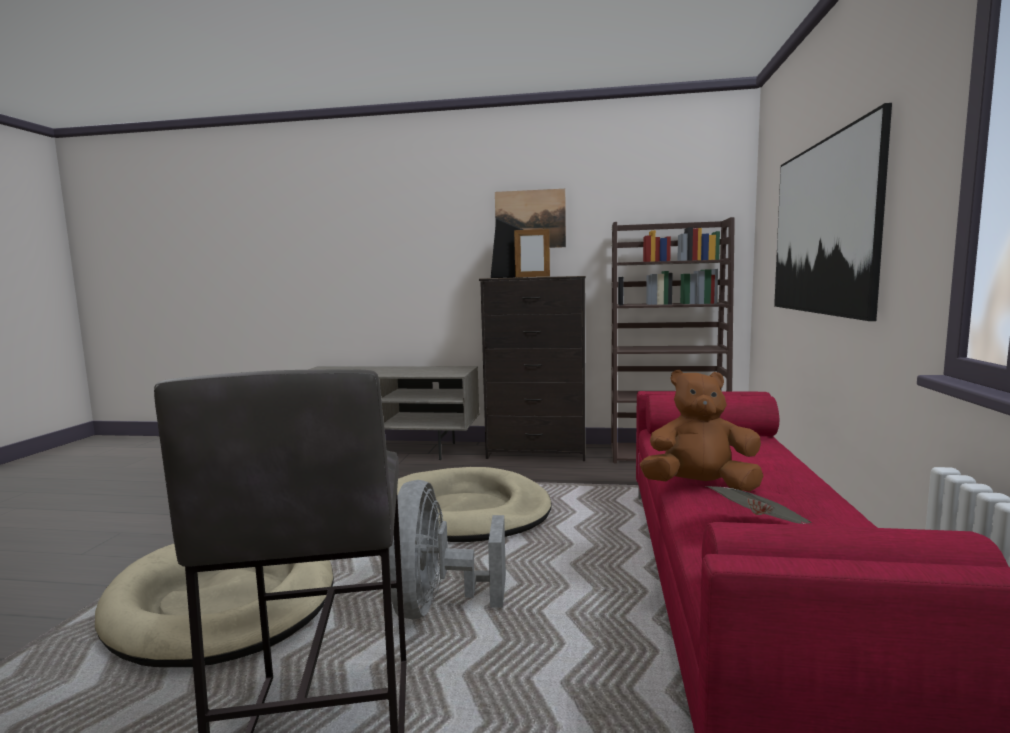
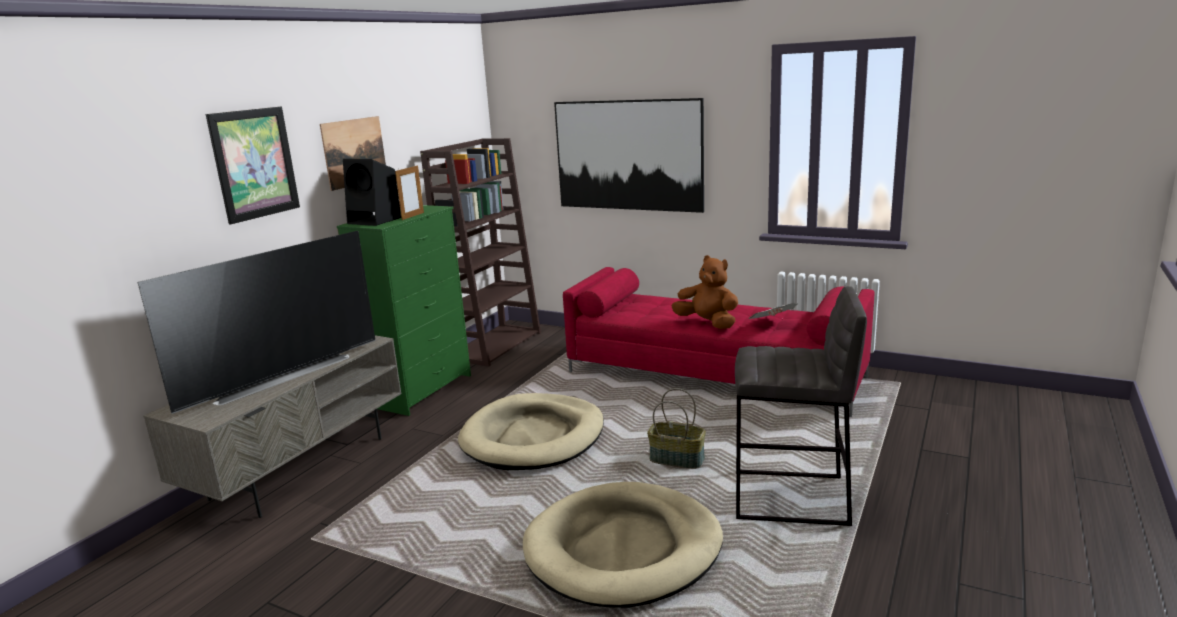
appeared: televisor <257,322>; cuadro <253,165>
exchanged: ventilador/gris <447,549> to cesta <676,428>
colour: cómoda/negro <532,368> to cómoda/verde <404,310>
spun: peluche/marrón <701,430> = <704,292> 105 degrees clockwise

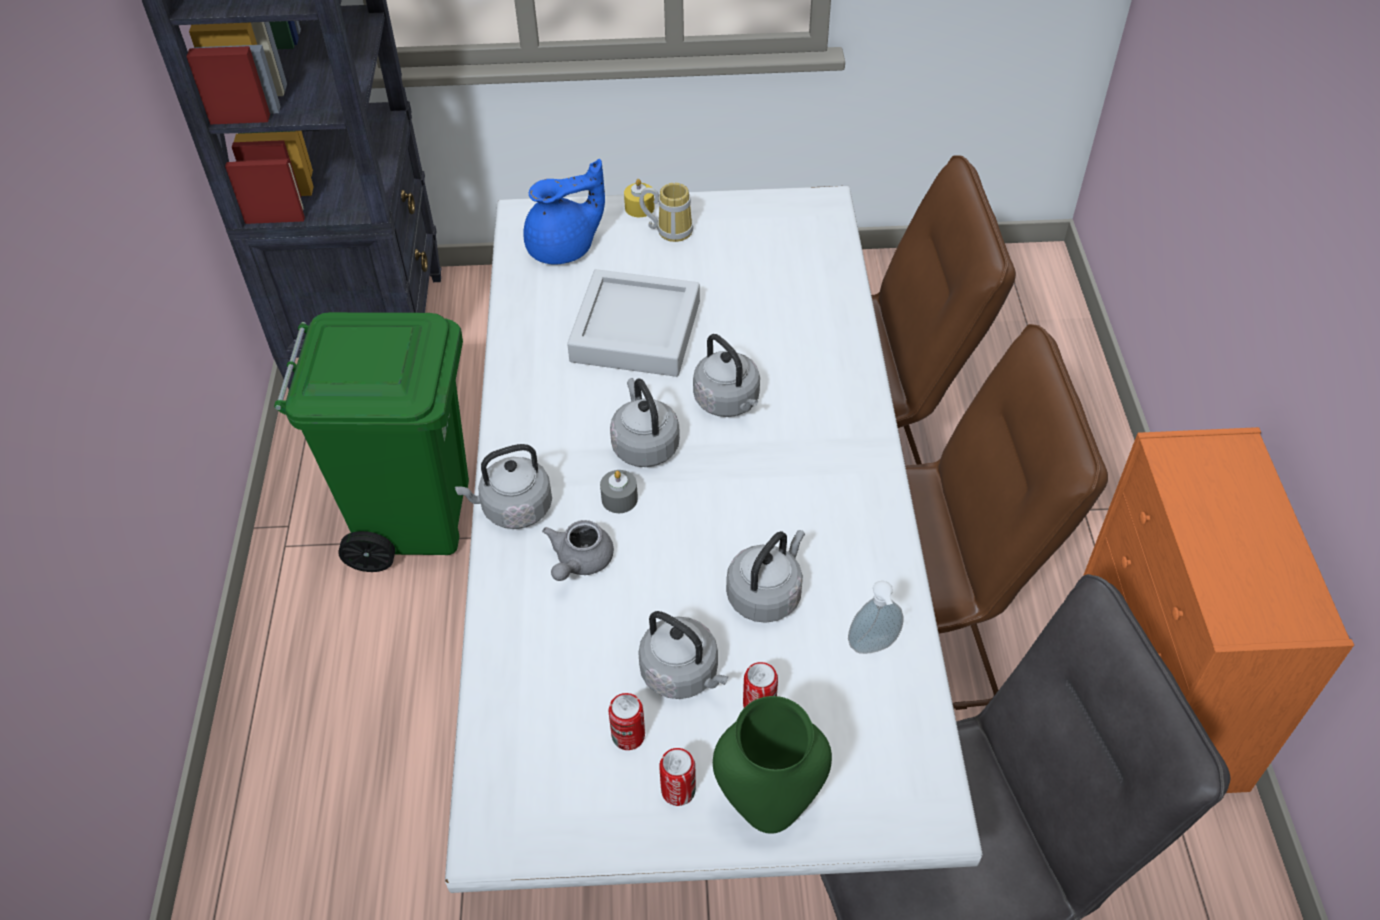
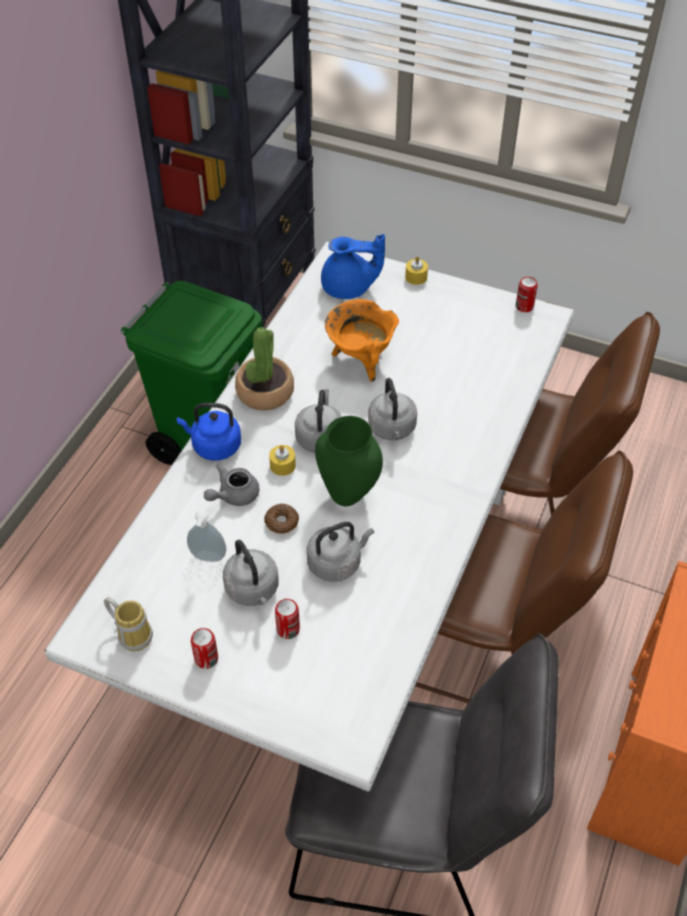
appeared: planta en maceta <264,369>; rosquilla <281,519>
relocated: lata <626,721> to <527,294>; taza grande <666,212> to <128,624>; florero/verde <772,765> to <349,461>; dispensador de jabón <875,617> to <206,536>
exchanged: bandeja/gris <633,323> to olla/naranja <362,340>
colour: hervidor/gris <503,486> to hervidor/azul <209,432>; vela/gris <619,491> to vela/amarillo <282,460>

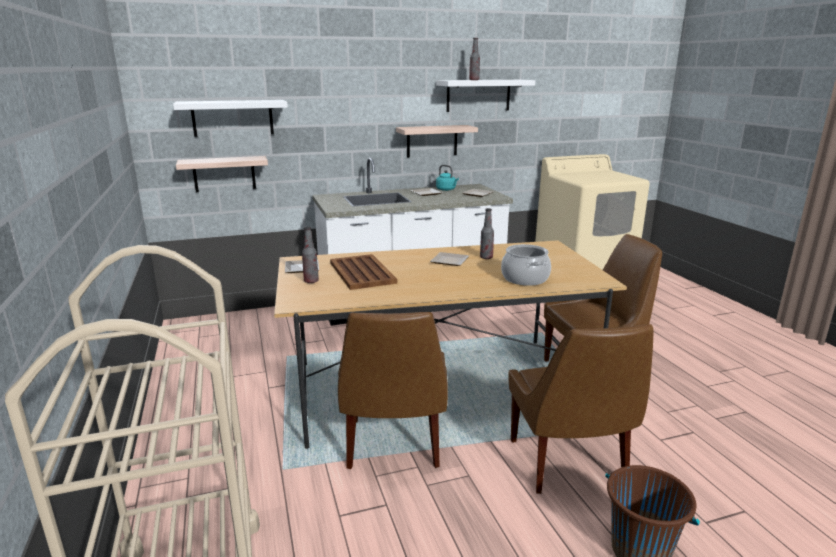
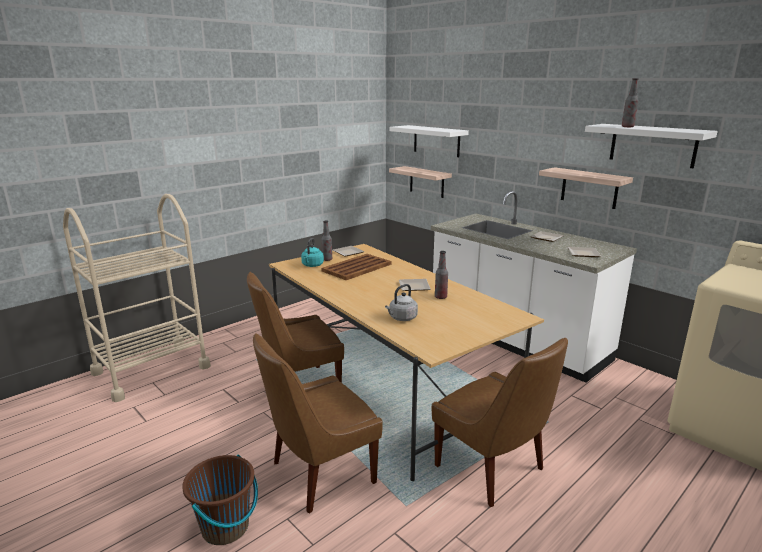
relocated: hervidor/turquesa <447,178> to <312,252>
exchanged: olla <526,265> to hervidor/gris <401,302>

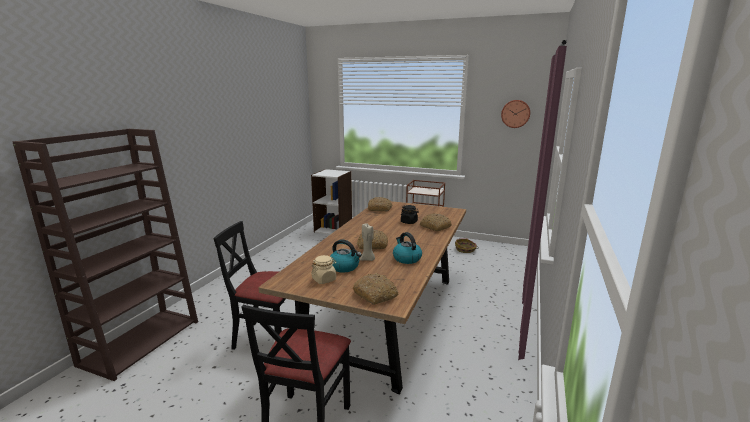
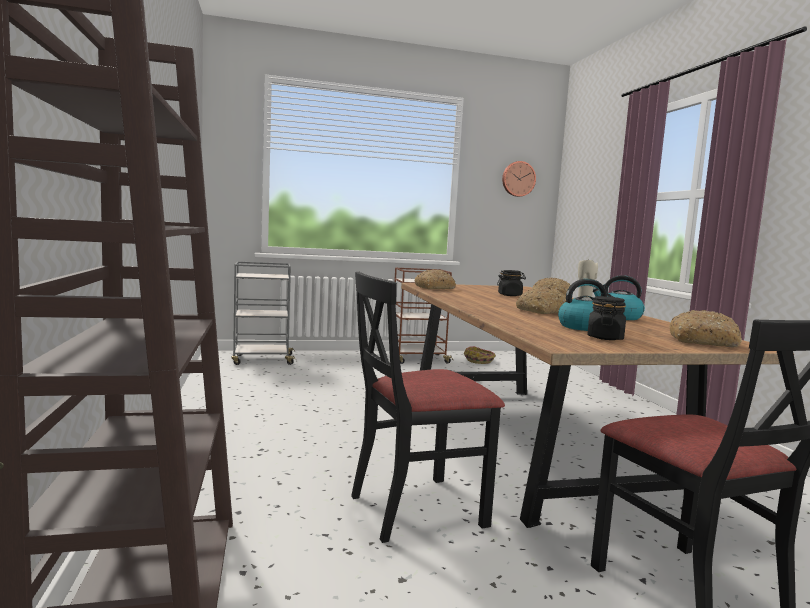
exchanged: estantería/blanco <331,202> to carrito/gris <263,313>
colour: tarro/beis <323,269> to tarro/negro <606,318>

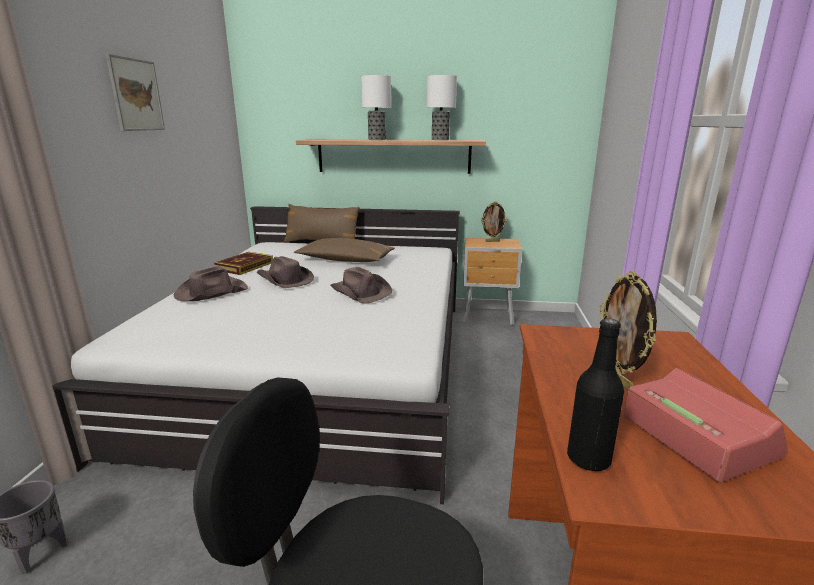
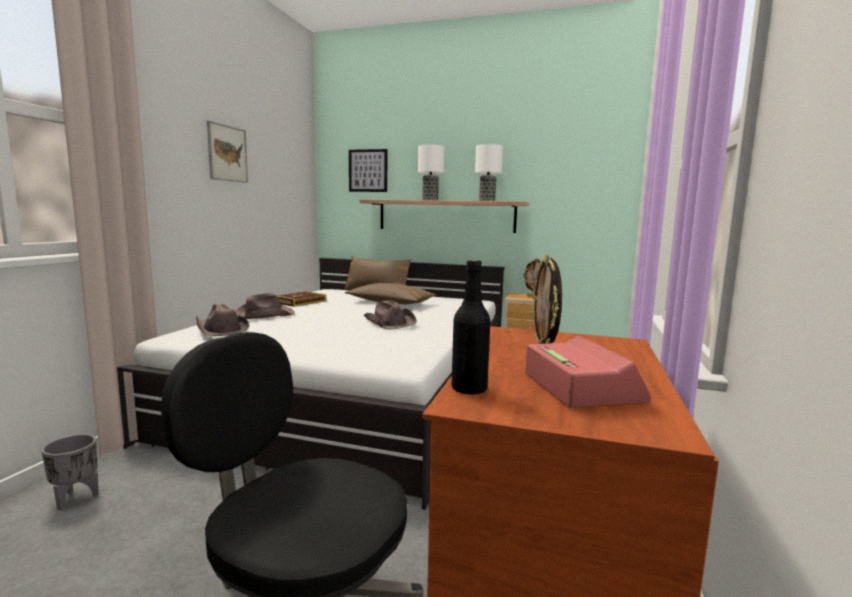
appeared: cuadro <368,170>
relocated: sombrero/marrón <285,272> to <223,320>

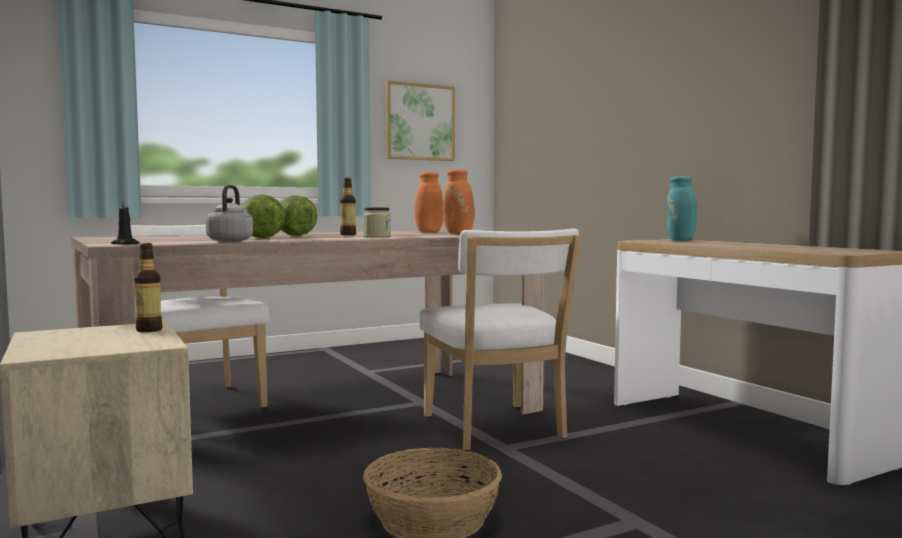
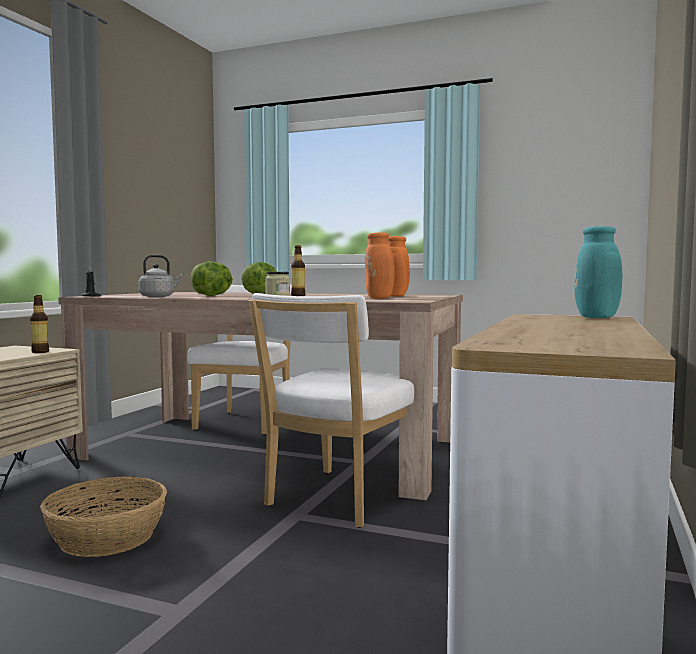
missing: cuadro <420,120>

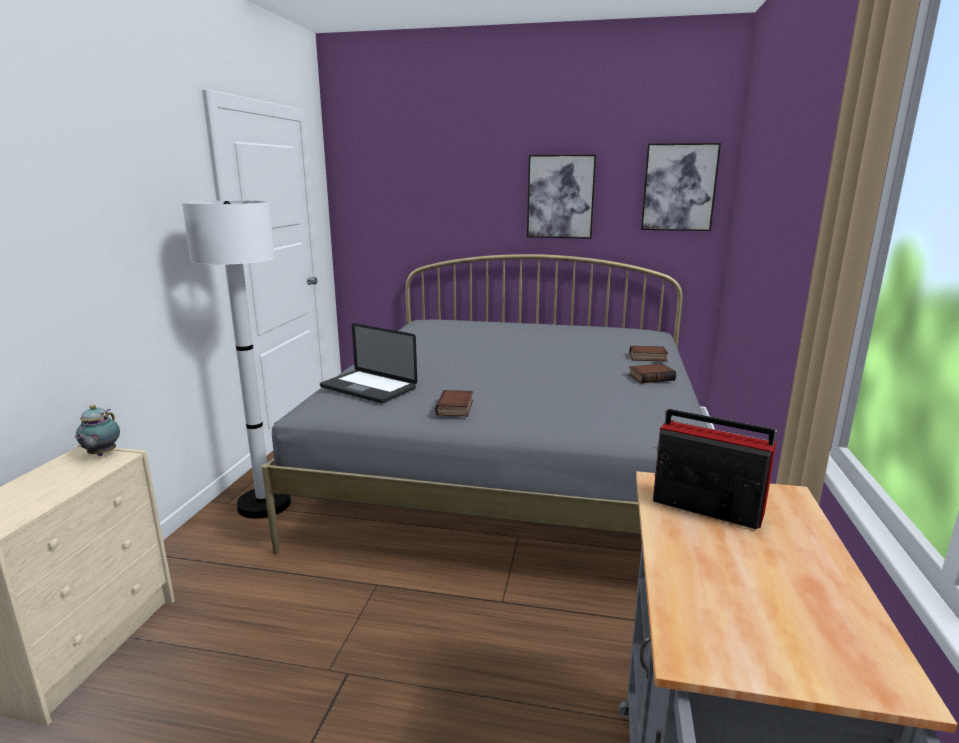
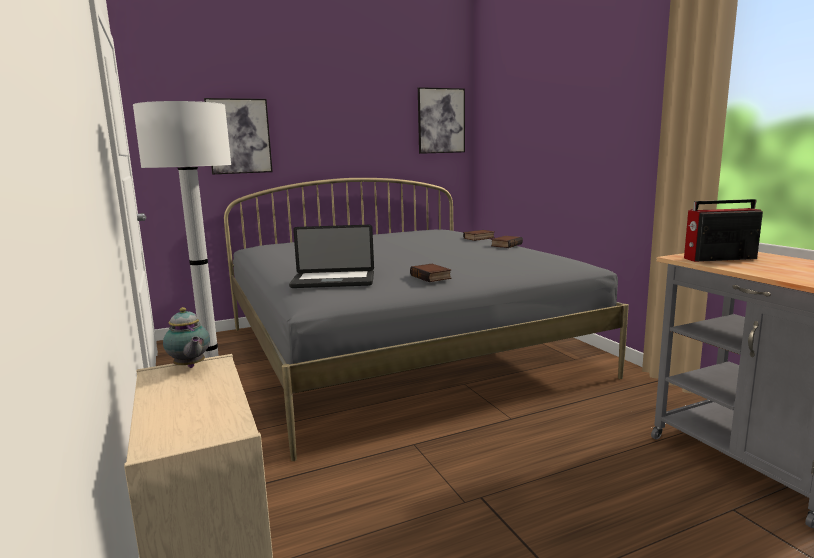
relocated: cuadro <561,196> to <238,136>

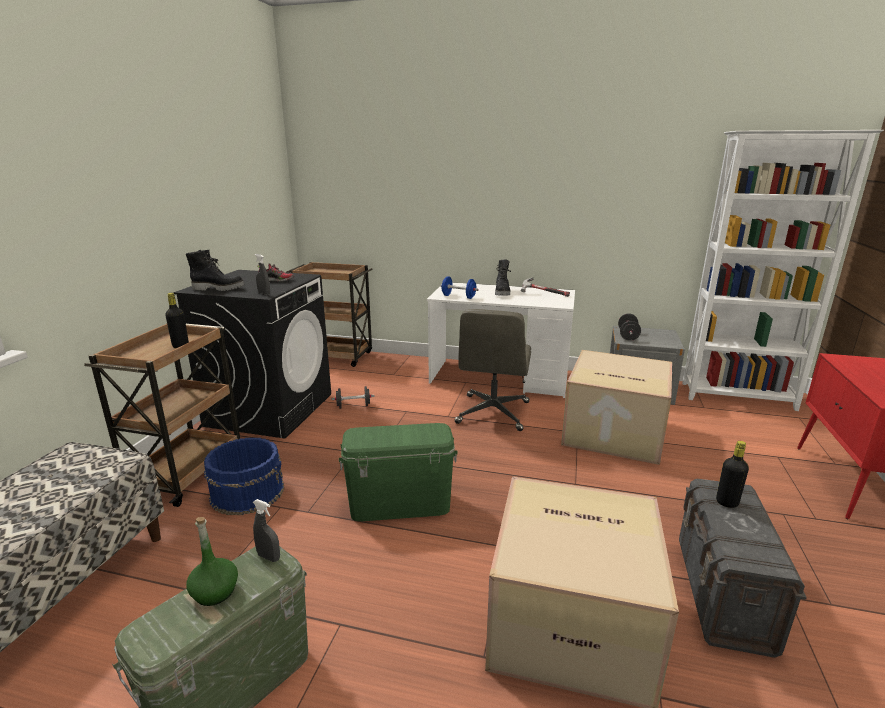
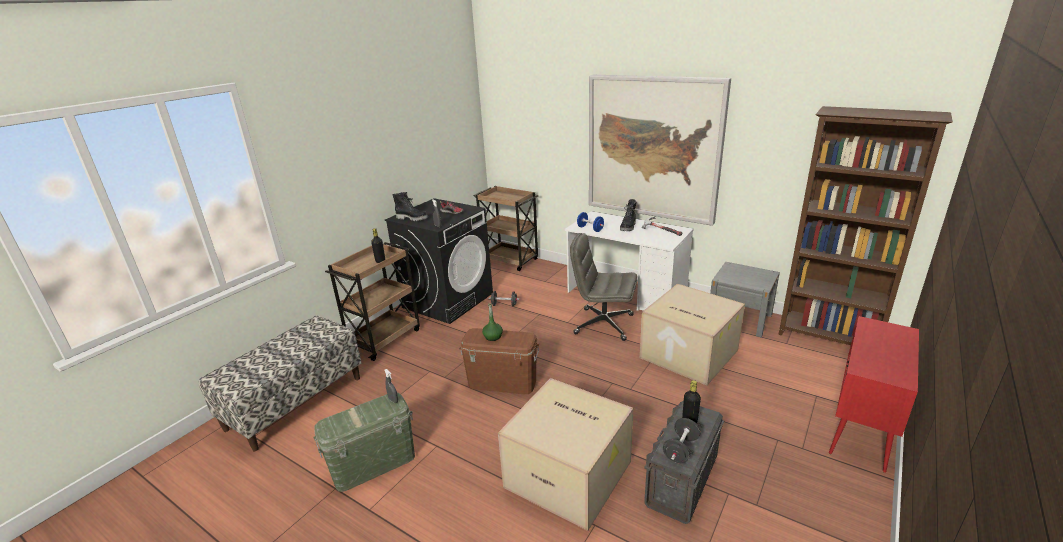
missing: cubo/azul <244,476>
appeared: cuadro <660,150>
relocated: botella/verde <212,561> to <492,322>; mancuerna/negro <629,327> to <682,440>
colour: caja de almacenaje/verde <398,472> to caja de almacenaje/marrón <499,361>; estantería/blanco <783,270> to estantería/marrón <866,225>
spun: silla de oficina/gris <492,370> = <603,287> 75 degrees clockwise

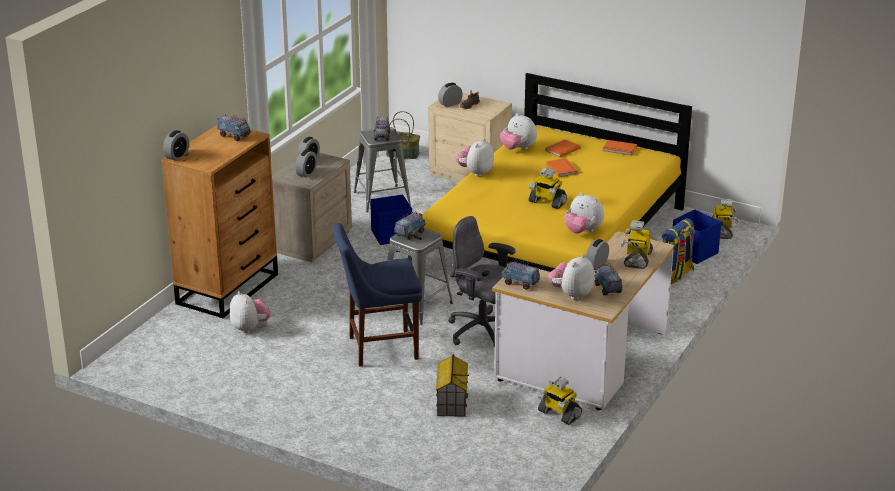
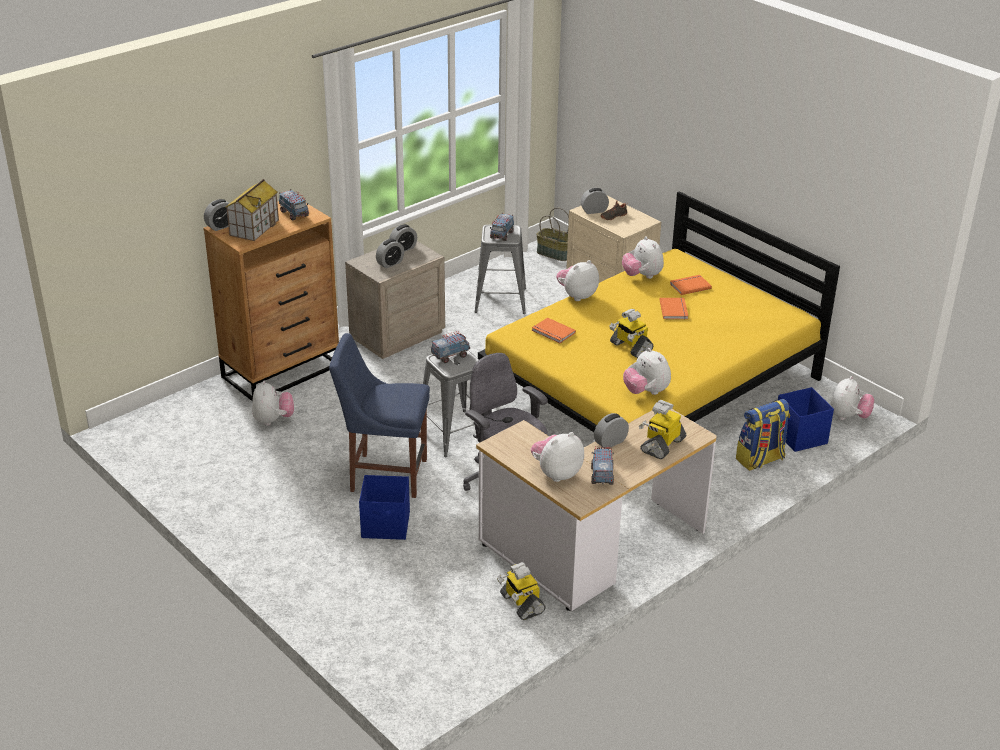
missing: camión de juguete <520,274>
relocated: caja de almacenaje/azul <391,219> to <384,507>; casita <452,385> to <252,210>; libro/naranja <620,148> to <554,330>
exchanged: robot de juguete <725,219> to peluche <853,398>

